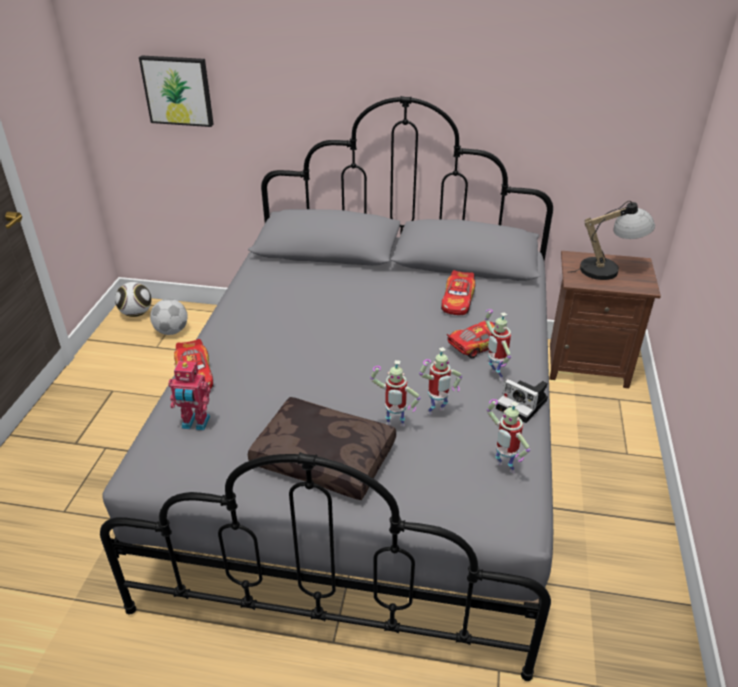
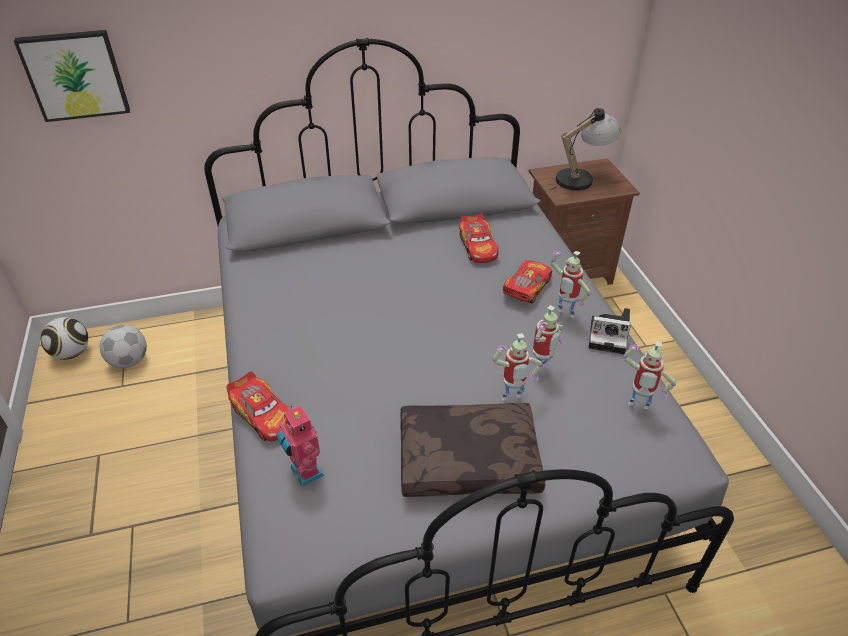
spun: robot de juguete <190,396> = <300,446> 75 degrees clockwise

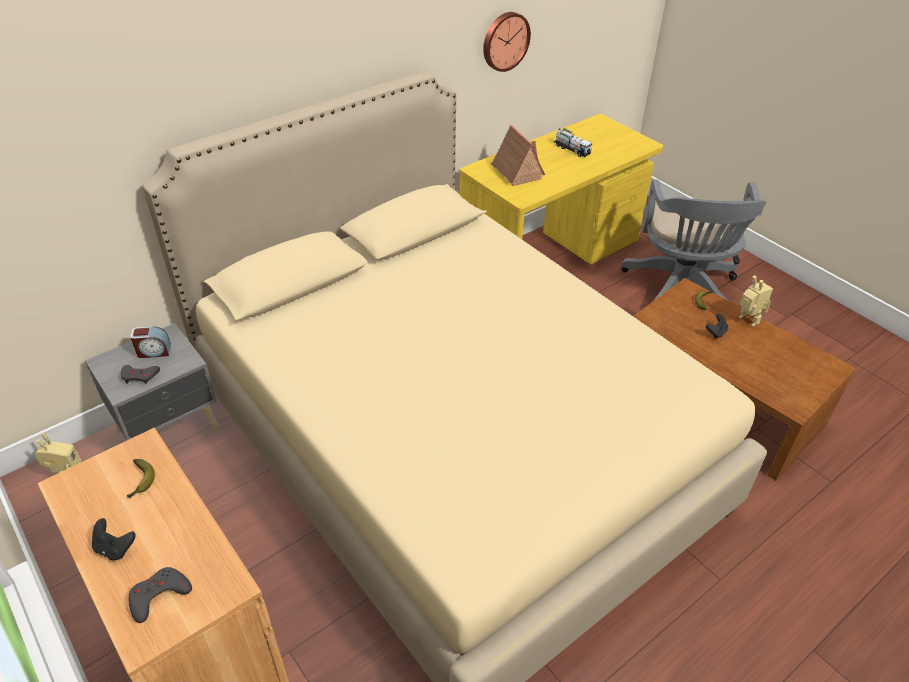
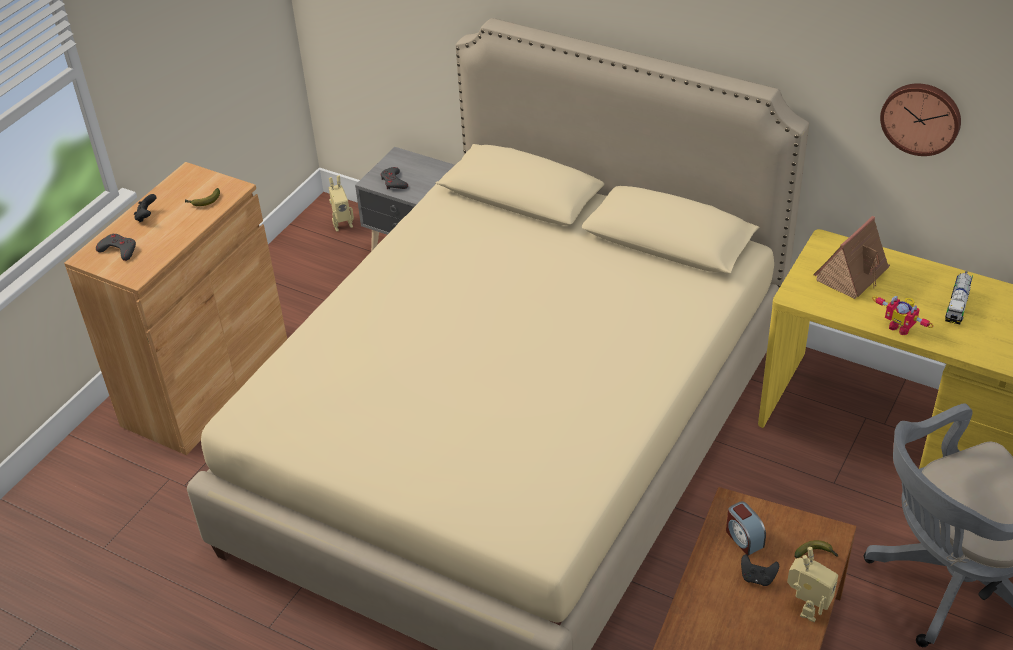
appeared: robot de juguete <903,315>
relocated: despertador <150,342> to <746,528>

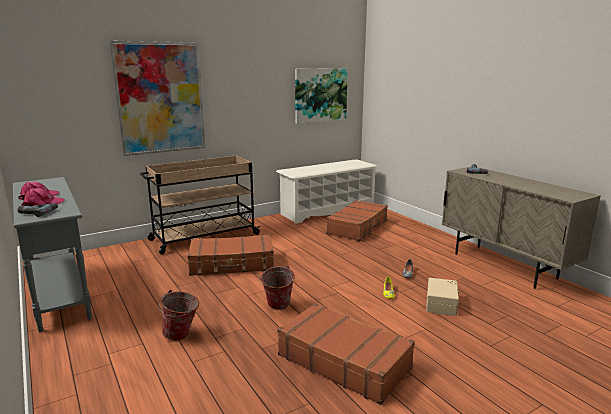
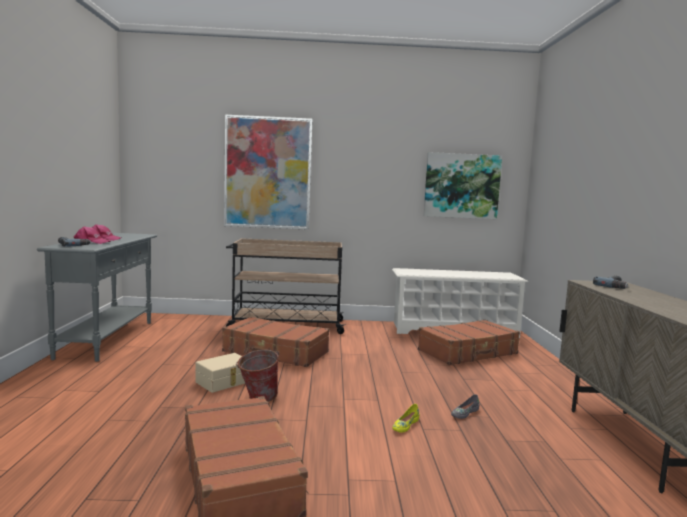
missing: cubo <178,315>
relocated: caja de almacenaje/beis <442,297> to <220,373>

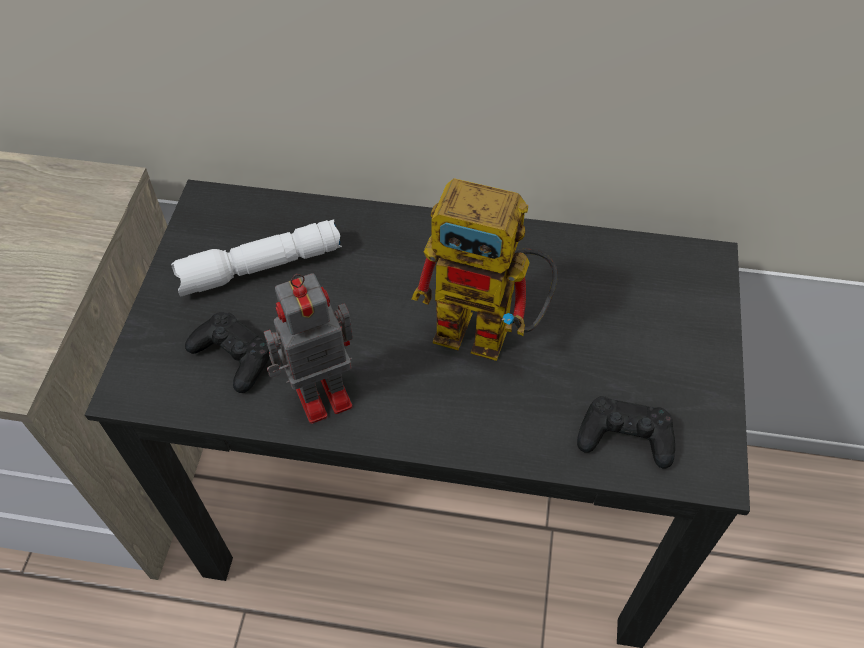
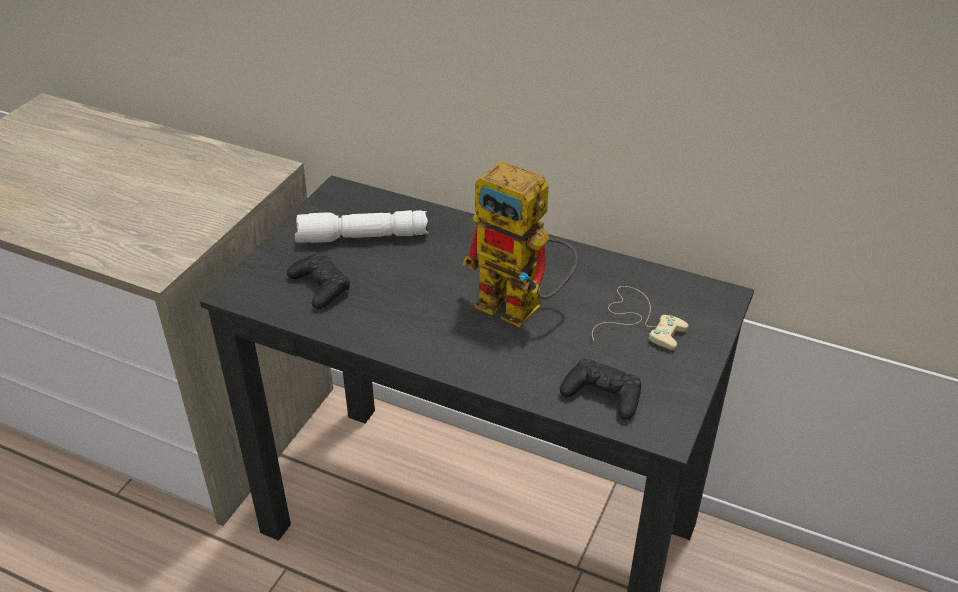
missing: robot de juguete <308,349>
appeared: mando de consola/beis <640,318>

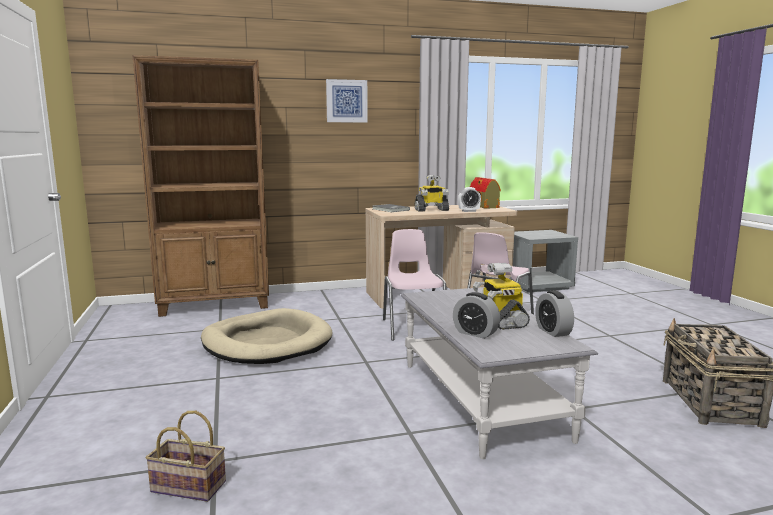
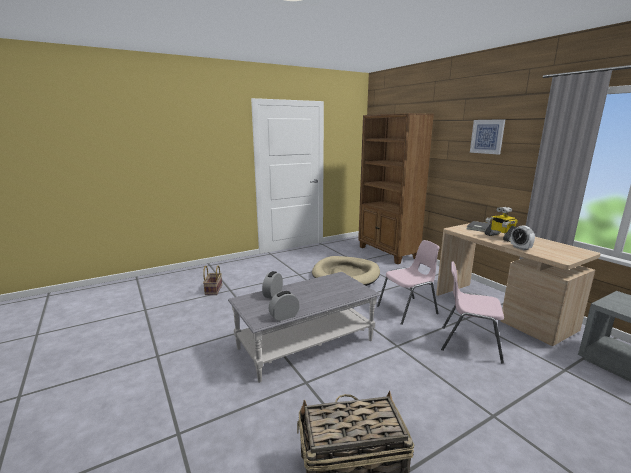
missing: casita <485,193>; robot de juguete <501,296>

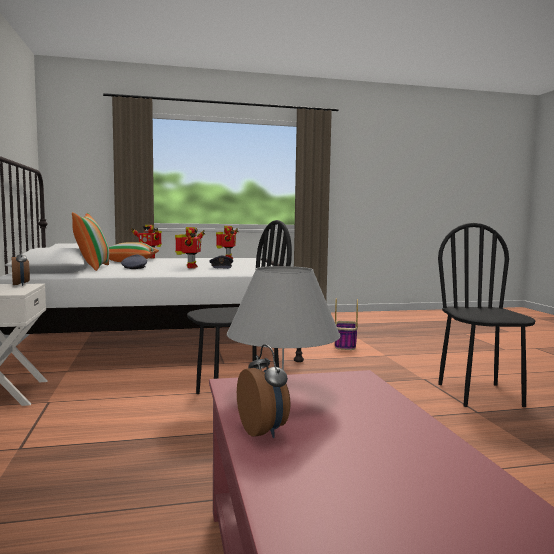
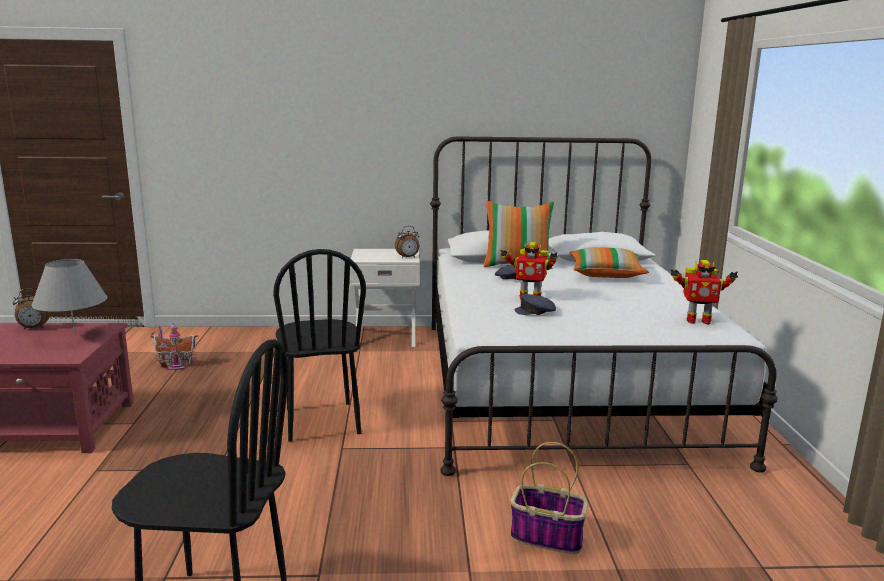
missing: robot de juguete <146,242>
appeared: casita <174,346>

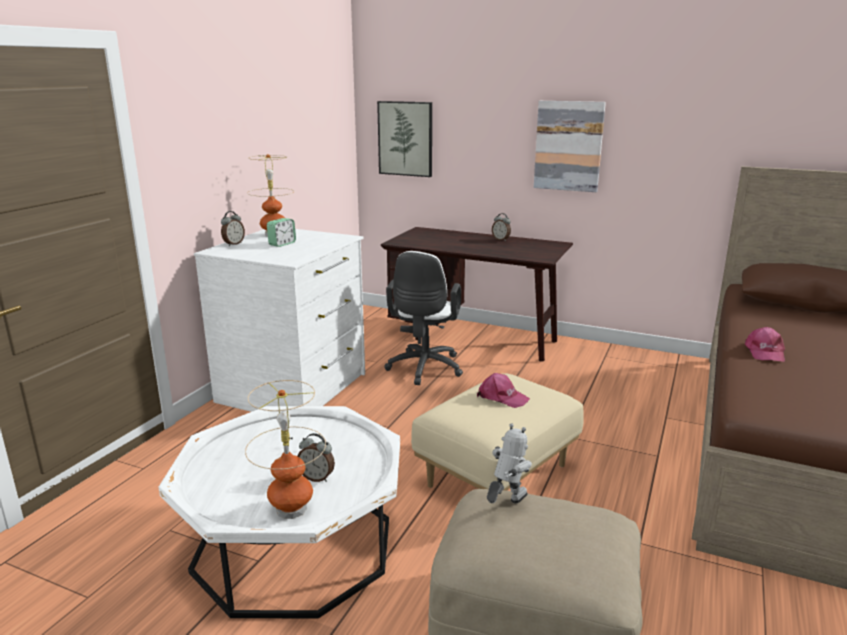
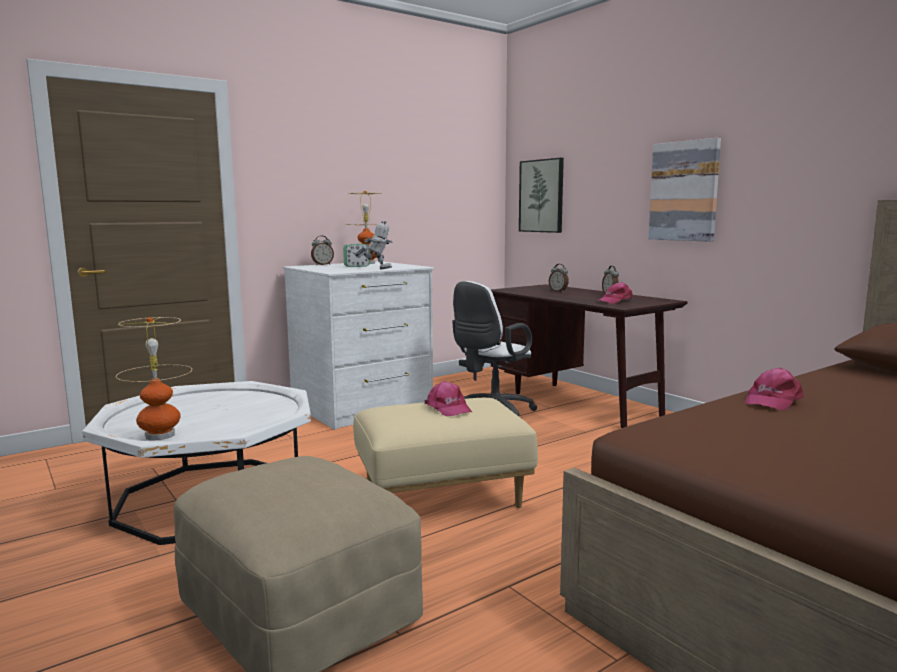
appeared: gorra/rosa <614,293>
relocated: despertador <316,457> to <559,278>; robot de juguete <509,463> to <373,245>

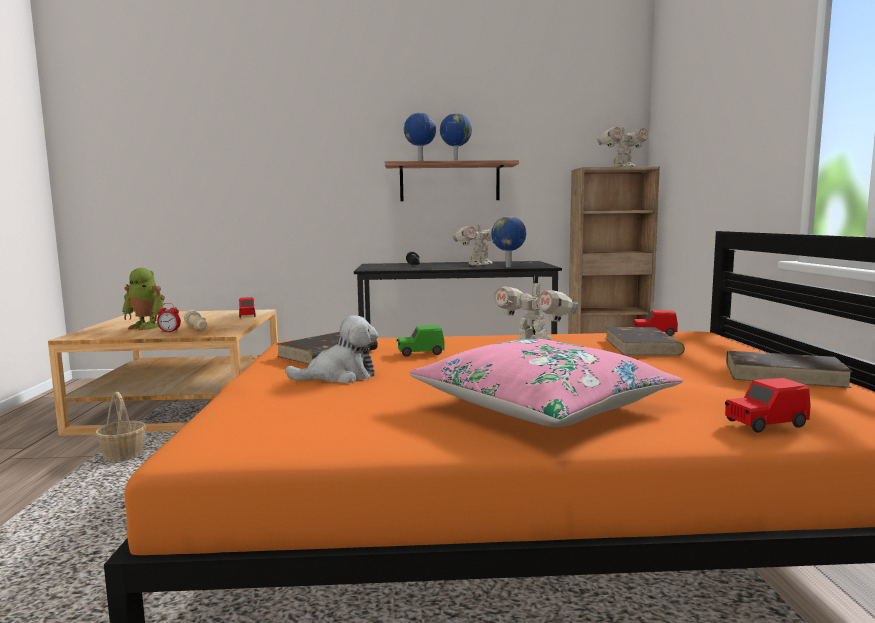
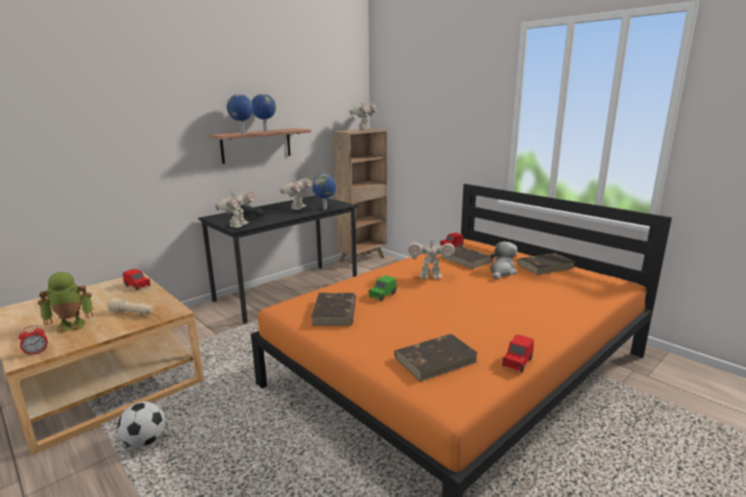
missing: cojín/rosa <546,383>
appeared: robot de juguete <234,208>; libro/marrón <436,358>
relocated: despertador <169,318> to <33,340>; peluche <332,349> to <503,260>; coche de juguete/rojo <768,405> to <518,353>
exchanged: cesta <121,427> to balón de fútbol <141,425>

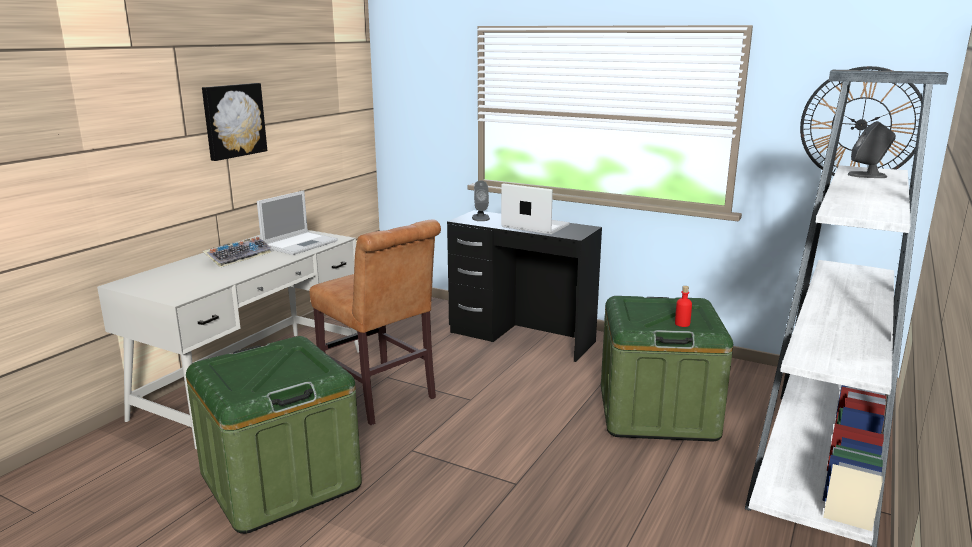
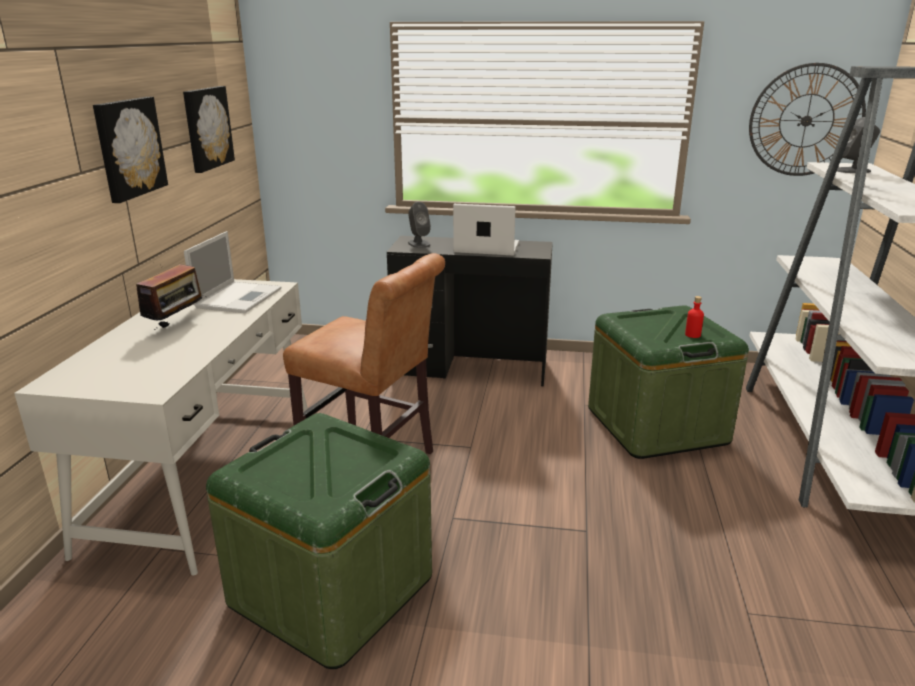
appeared: cuadro <209,129>
exchanged: teclado <237,252> to radio <169,297>

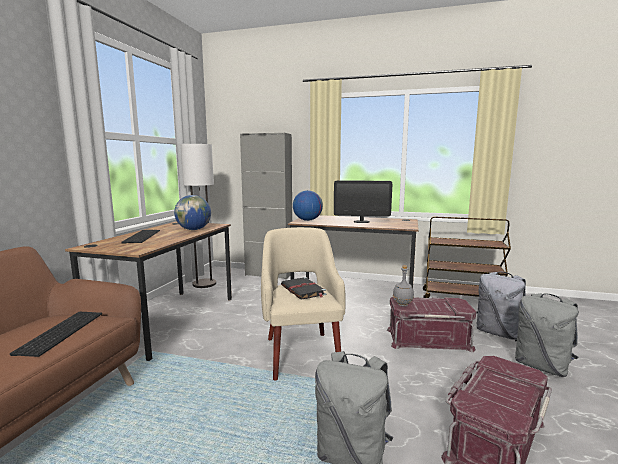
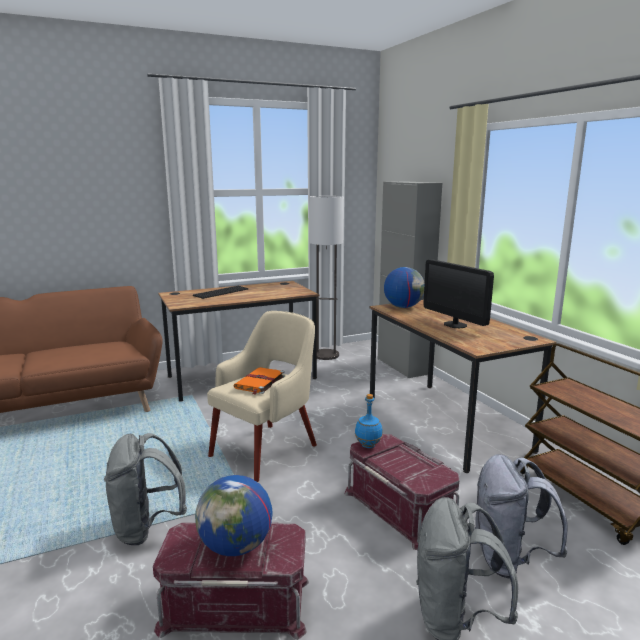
missing: teclado <56,334>
relocated: globo terráqueo <192,212> to <234,515>
colour: libro/negro <303,288> to libro/naranja <259,380>; botella/gris <403,286> to botella/azul <369,421>

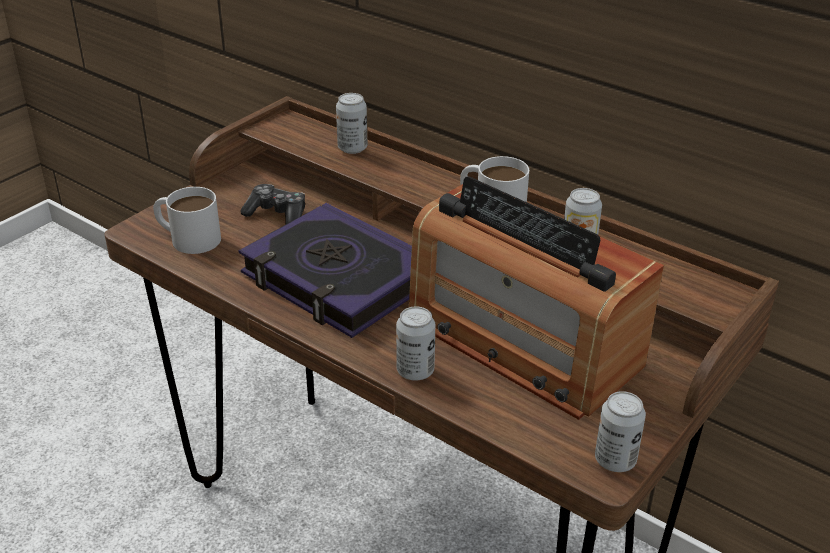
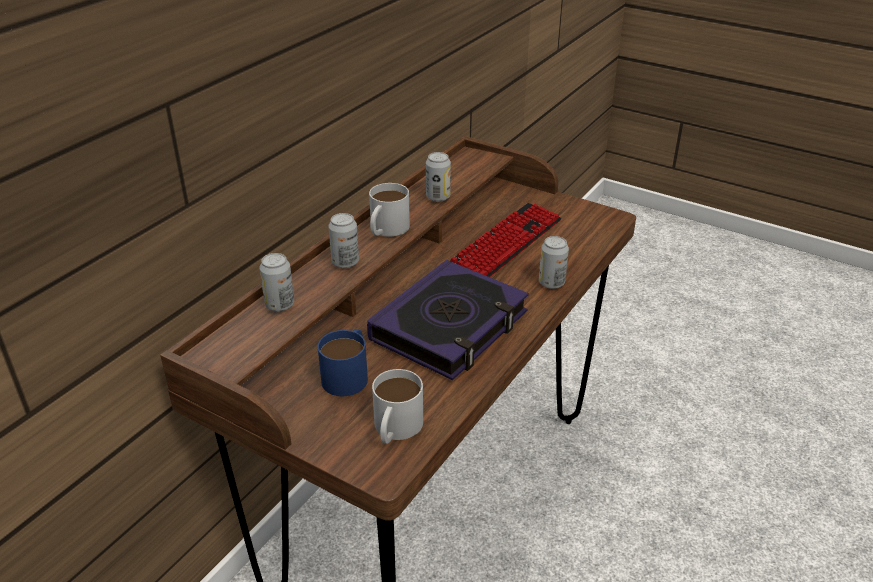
relocated: lata <620,431> to <344,240>
exchanged: mando de consola <272,204> to taza grande/azul <343,362>; radio <536,298> to teclado <506,240>

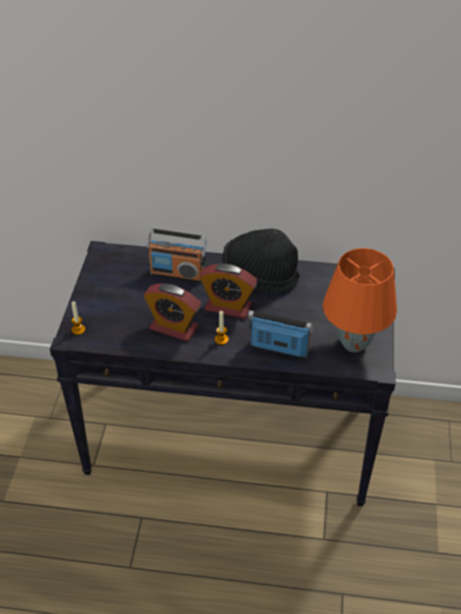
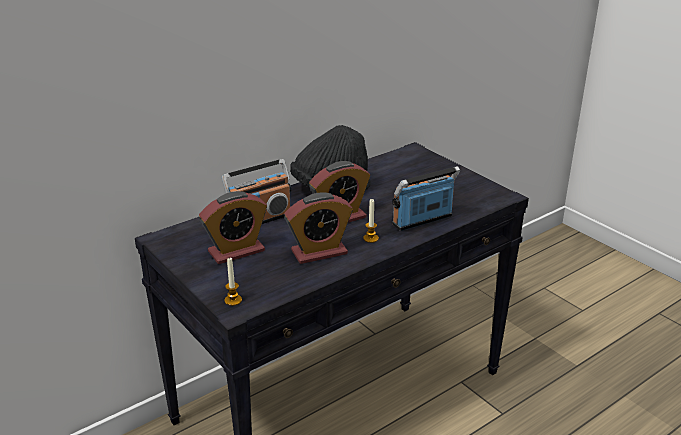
missing: lámpara de mesa/naranja <360,300>
appeared: despertador <233,227>

